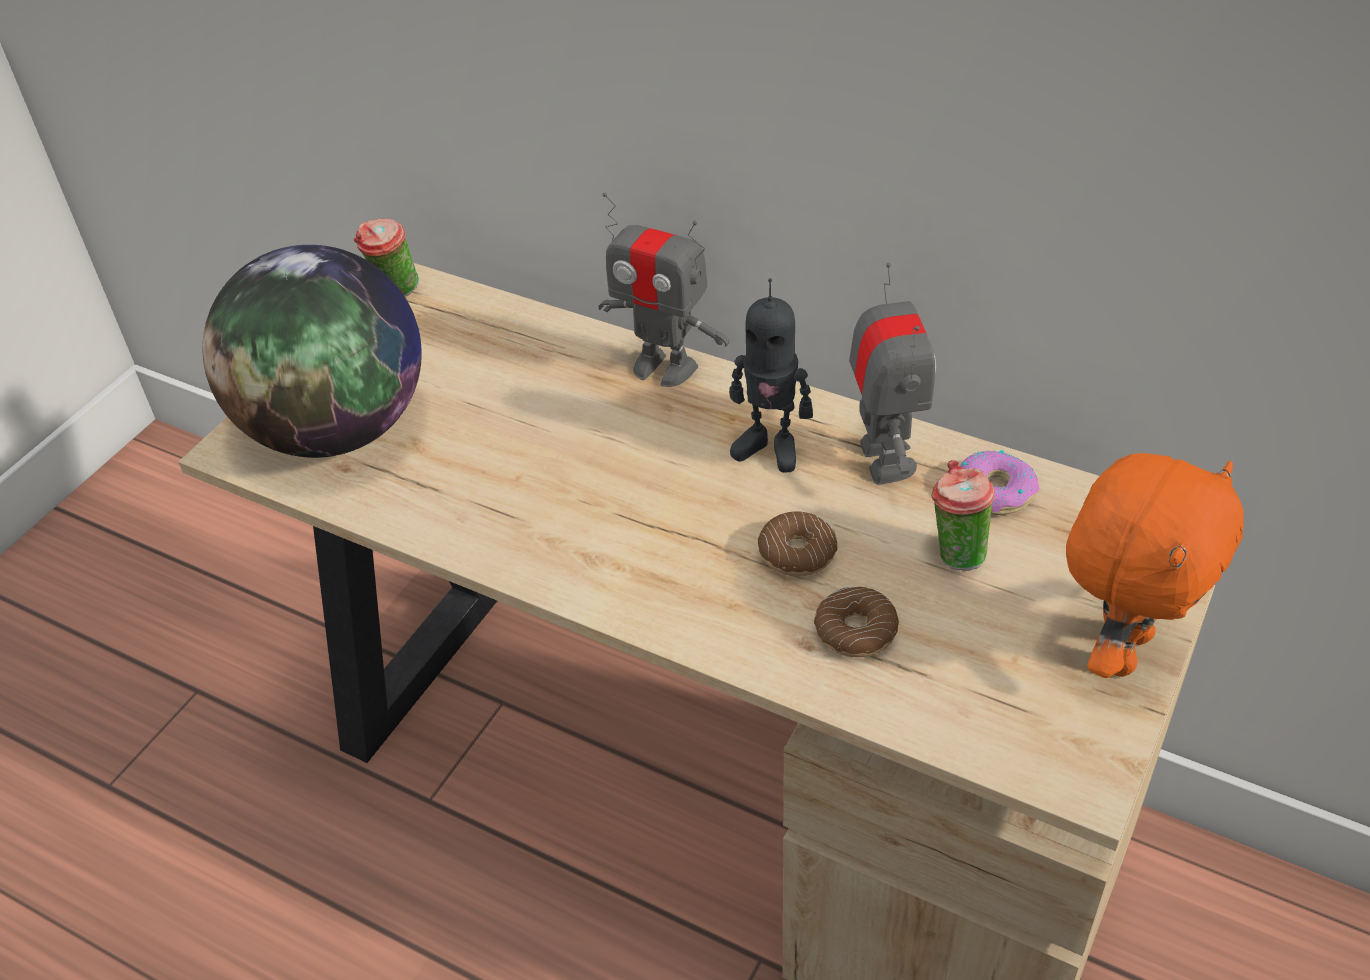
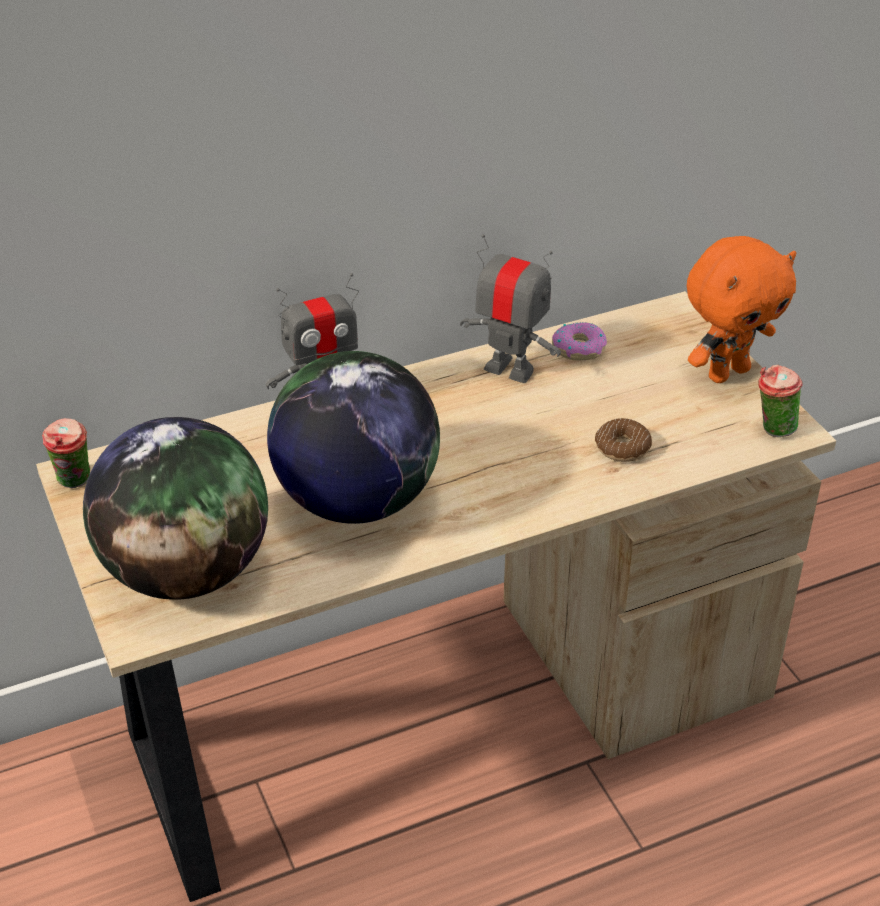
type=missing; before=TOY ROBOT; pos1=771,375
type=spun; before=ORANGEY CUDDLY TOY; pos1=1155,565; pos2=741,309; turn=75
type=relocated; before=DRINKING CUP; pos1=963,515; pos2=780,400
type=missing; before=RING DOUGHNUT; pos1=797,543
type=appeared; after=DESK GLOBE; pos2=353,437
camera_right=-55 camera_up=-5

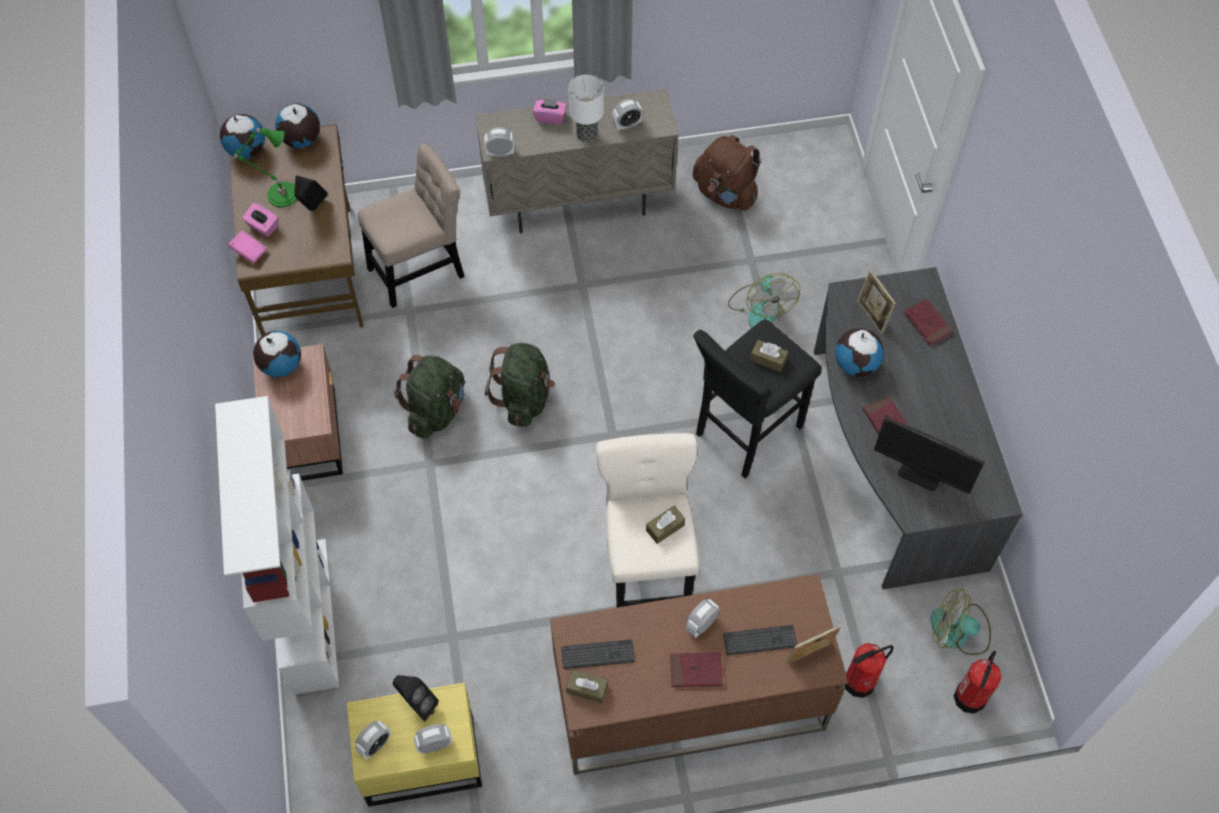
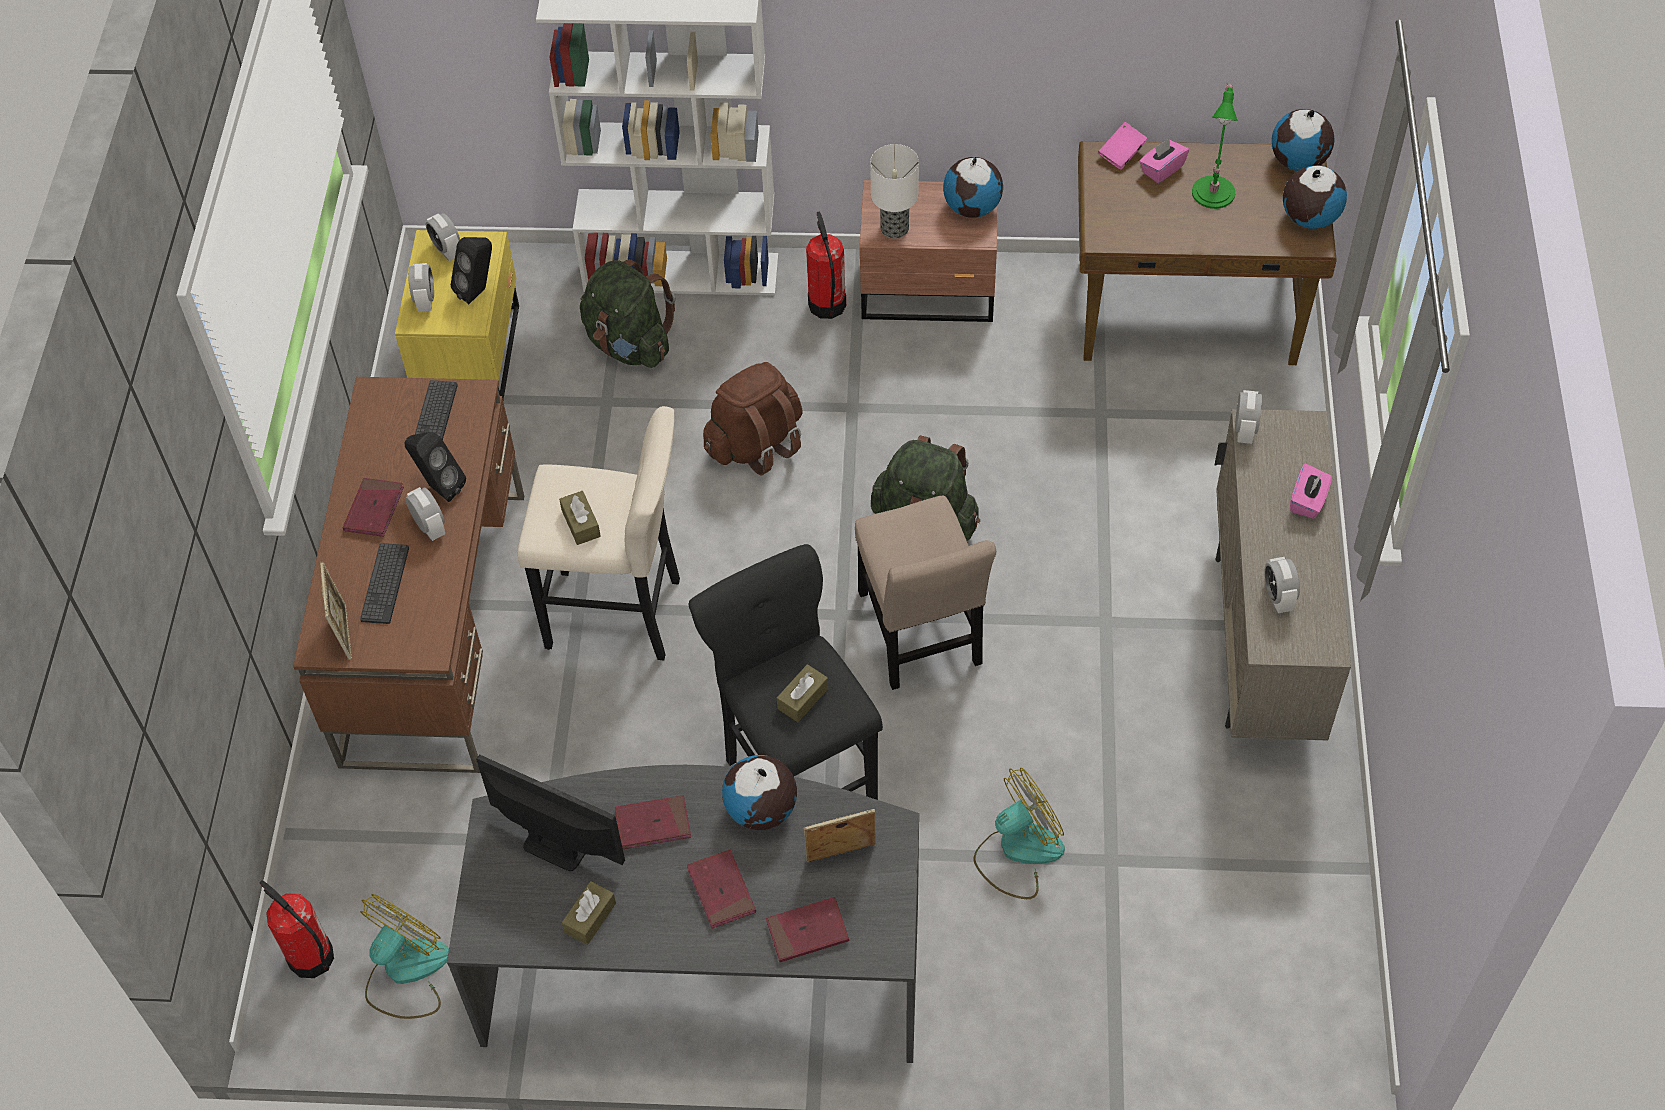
type=relocated; before=LAMP FOR A TABLE; pos1=586,109; pos2=894,191
type=relocated; before=BROWN-COLOURED RUCKSACK; pos1=727,173; pos2=753,418
type=relocated; before=BEIGE-COLOURED UPRIGHT CHAIR; pos1=411,225; pos2=925,593
type=relocated; before=BLACKISH LOUDSPEAKER; pos1=311,193; pos2=435,467
type=spun; before=COOLING FAN; pos1=764,300; pos2=1019,833; turn=150
type=relocated; before=GREEN-COLOURED RUCKSACK; pos1=429,397; pos2=627,313
type=spun; before=COMPUTER DISPLAY; pos1=929,455; pos2=550,813; turn=75
type=relocated; before=FIRE-FIGHTING CYLINDER; pos1=869,670; pos2=826,265
type=relocated; before=BROWN-COLOURED BOX OF TISSUES; pos1=587,686; pos2=589,913
type=appeared; after=RED-COLOURED BOUND BOOK; pos2=721,889
camera_right=105 camera_up=-5

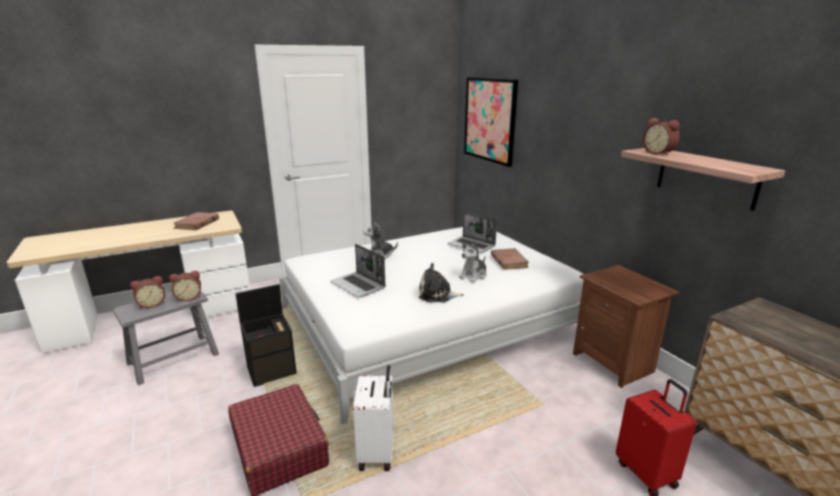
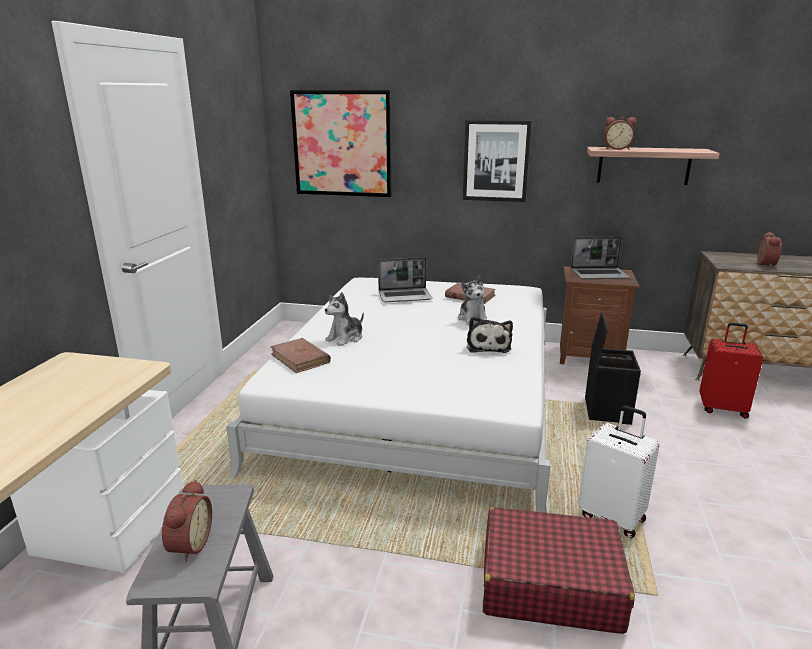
type=relocated; before=BROWN-COLOURED BOUND BOOK; pos1=196,221; pos2=300,355
type=relocated; before=NOTEBOOK COMPUTER; pos1=358,271; pos2=600,257
type=spun; before=CUDDLY TOY; pos1=441,283; pos2=490,334; turn=-45
type=relocated; before=TABLE CLOCK; pos1=185,286; pos2=769,250
type=relocated; before=BLACKISH STORAGE BOX; pos1=266,335; pos2=613,368
type=appeared; after=PICTURE; pos2=497,161
camera_right=-50 camera_up=0

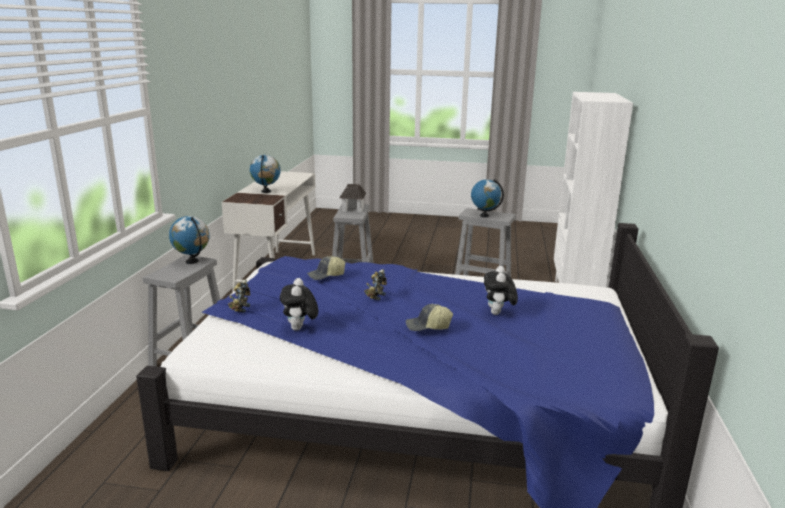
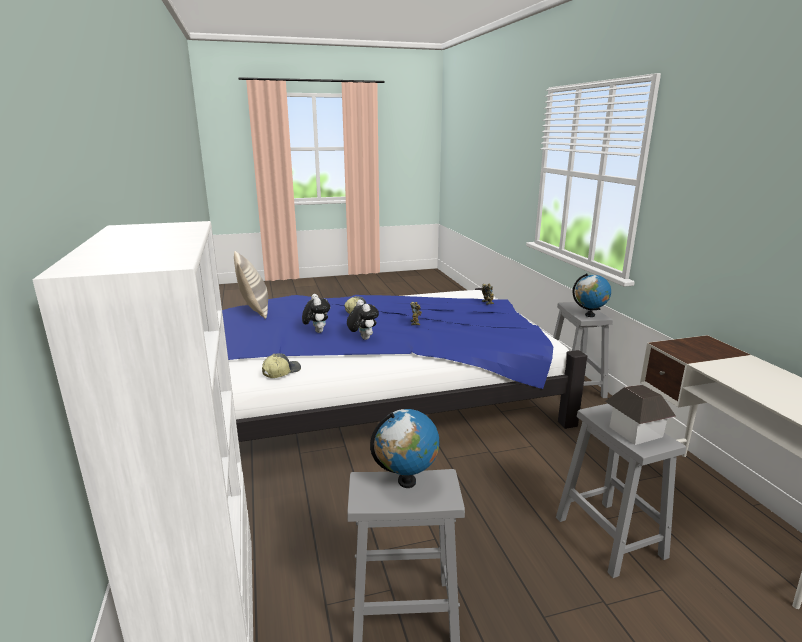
type=missing; before=DESK GLOBE; pos1=265,174
type=relocated; before=PEAKED CAP; pos1=326,268; pos2=281,365
type=relocated; before=CUDDLY TOY; pos1=299,304; pos2=363,320
type=appeared; after=PILLOW; pos2=251,285
camera_right=155 camera_up=0

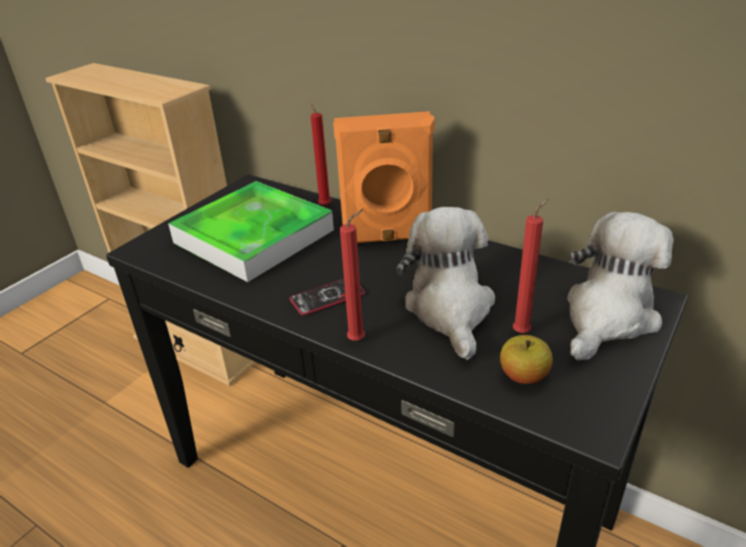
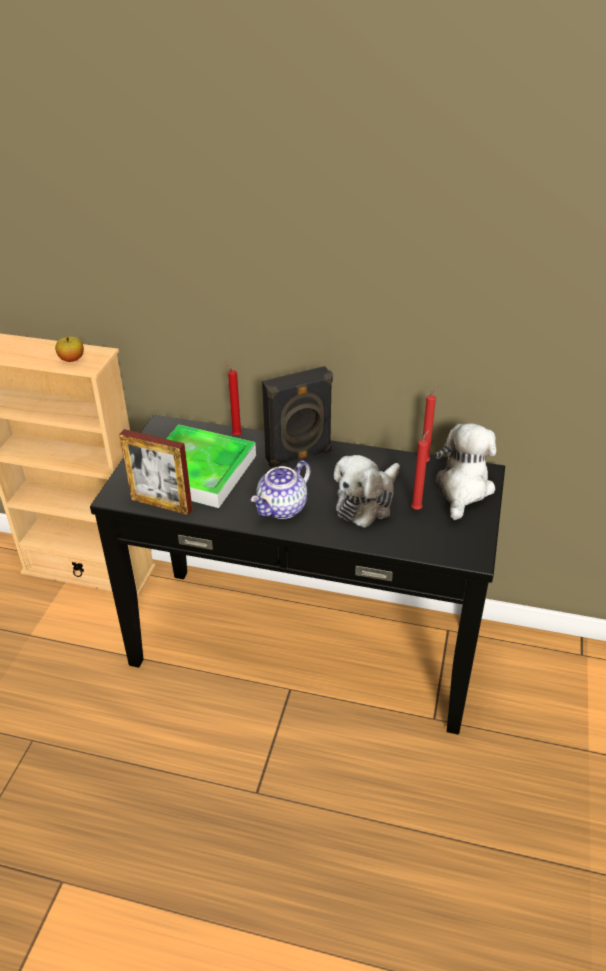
type=colour; before=ORANGEY LOUDSPEAKER; after=BLACKISH LOUDSPEAKER; pos1=384,177; pos2=297,416
type=spun; before=CUDDLY TOY; pos1=446,283; pos2=367,491; turn=-120
type=relocated; before=RED-COLOURED WAX LIGHT; pos1=352,275; pos2=430,424
type=exchanged; before=PHONE; after=TEA POT; pos1=327,297; pos2=280,489
type=relocated; before=WHOLE APPLE; pos1=526,359; pos2=69,349
type=appeared; after=PICTURE FRAME; pos2=156,472
camera_right=-20 camera_up=5

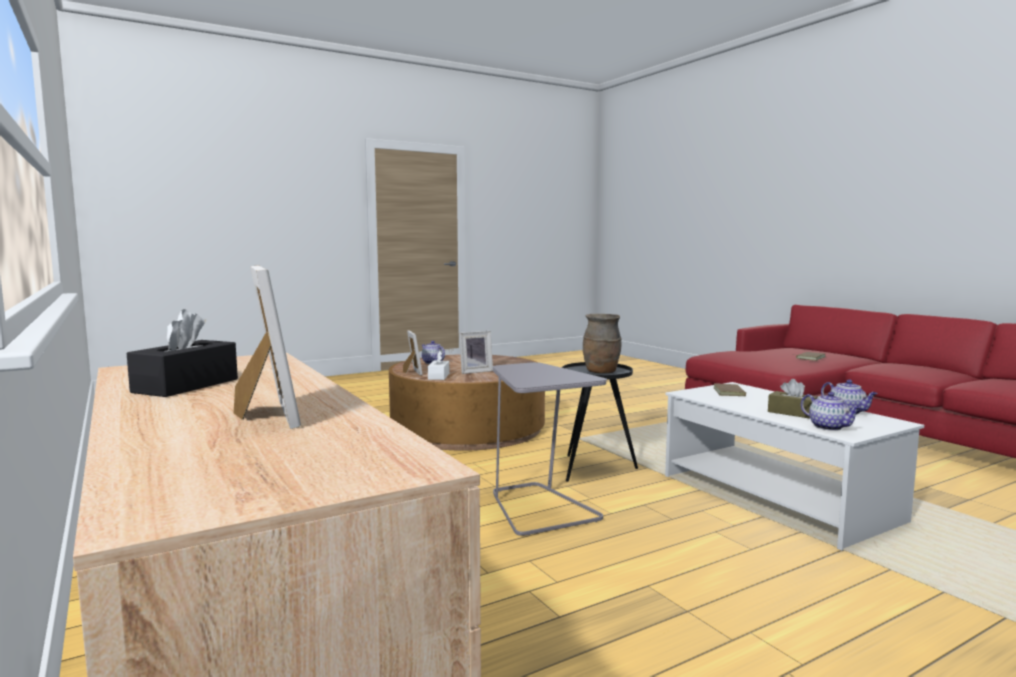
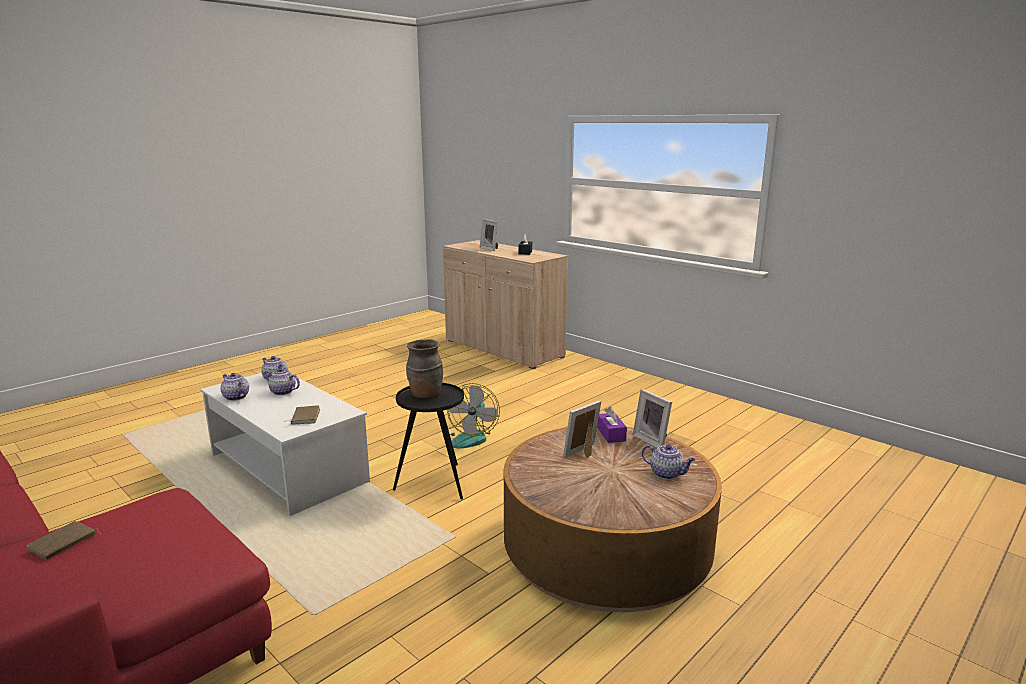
type=colour; before=WHITE-COLOURED BOX OF TISSUES; after=PURPLE BOX OF TISSUES; pos1=438,365; pos2=612,424
type=exchanged; before=GREY ACCENT TABLE; after=COOLING FAN; pos1=550,449; pos2=473,415
type=exchanged; before=BROWN-COLOURED BOX OF TISSUES; after=TEA POT; pos1=792,399; pos2=281,381
camera_right=165 camera_up=10

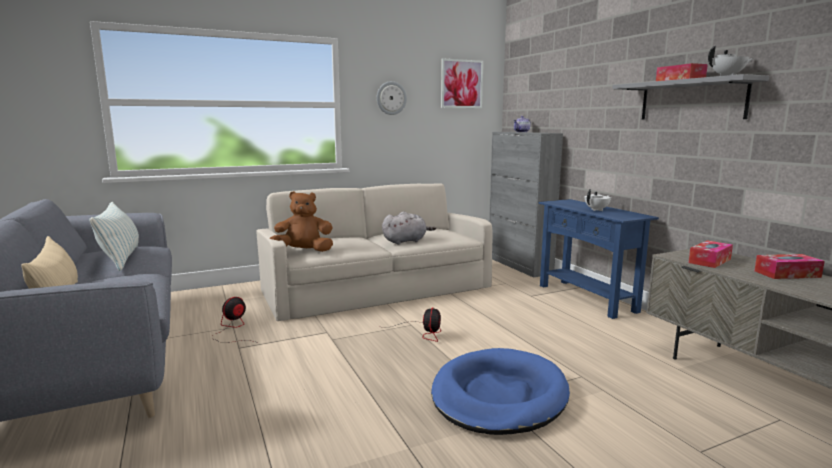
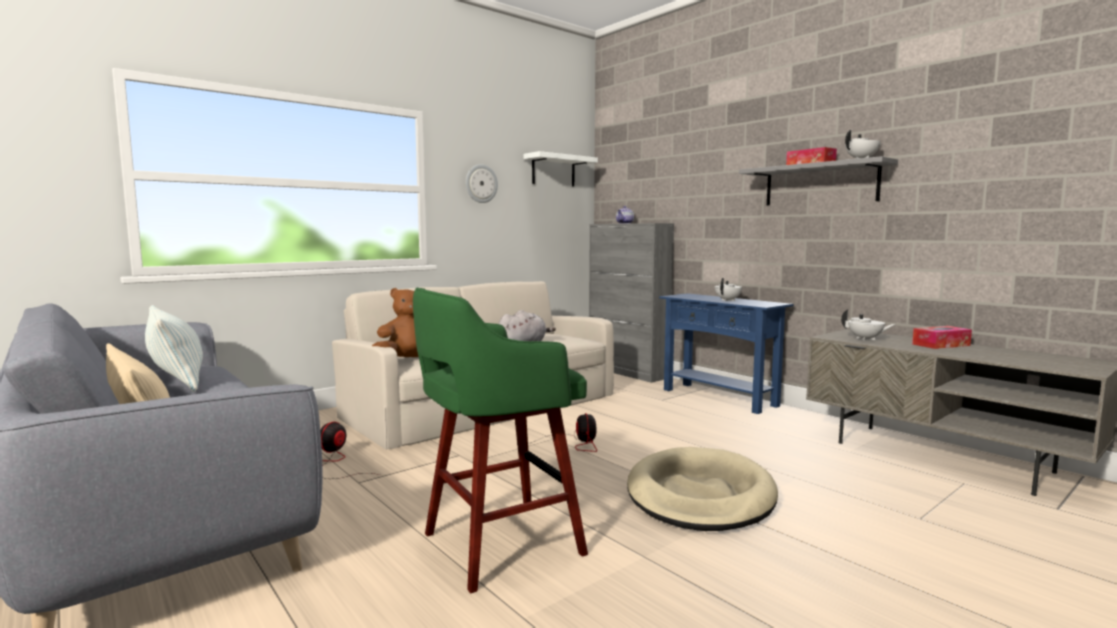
type=exchanged; before=PICTURE; after=WHITE-COLOURED SHELF; pos1=462,83; pos2=561,169
type=exchanged; before=BOX OF TISSUES; after=WHITE-COLOURED TEA POT; pos1=710,254; pos2=868,325
type=colour; before=BLUISH DOG CUSHION; after=BEIGE-COLOURED DOG CUSHION; pos1=500,391; pos2=702,489
type=appeared; after=GREEN-COLOURED STOOL; pos2=500,440
camera_right=-15 camera_up=-5

